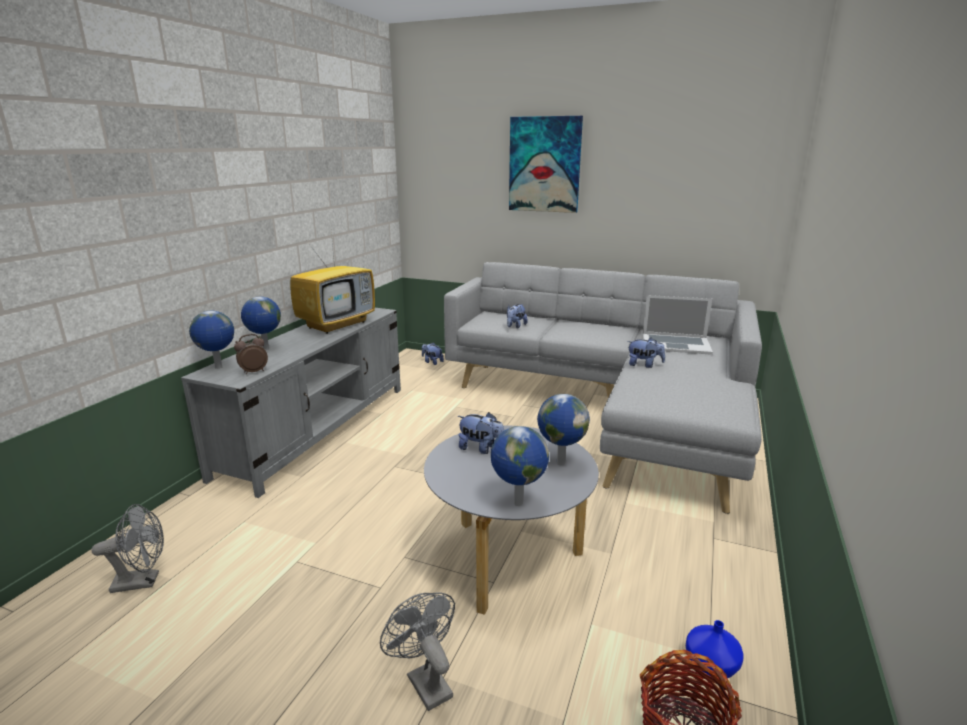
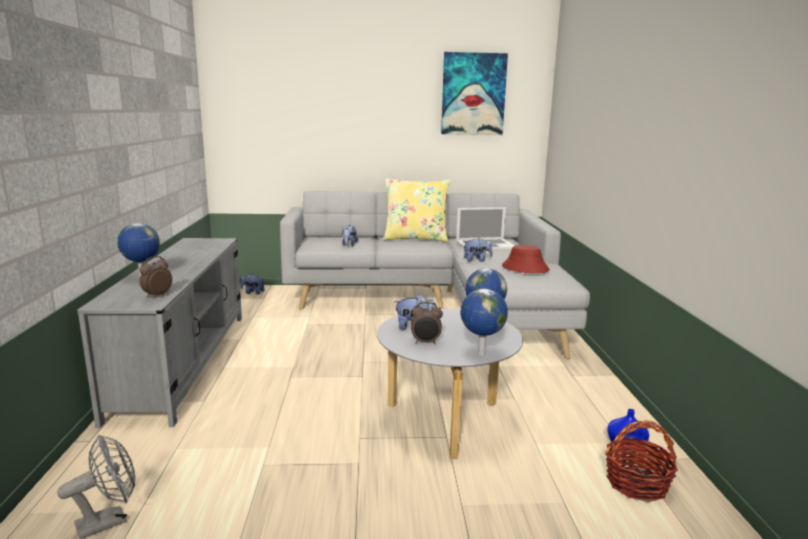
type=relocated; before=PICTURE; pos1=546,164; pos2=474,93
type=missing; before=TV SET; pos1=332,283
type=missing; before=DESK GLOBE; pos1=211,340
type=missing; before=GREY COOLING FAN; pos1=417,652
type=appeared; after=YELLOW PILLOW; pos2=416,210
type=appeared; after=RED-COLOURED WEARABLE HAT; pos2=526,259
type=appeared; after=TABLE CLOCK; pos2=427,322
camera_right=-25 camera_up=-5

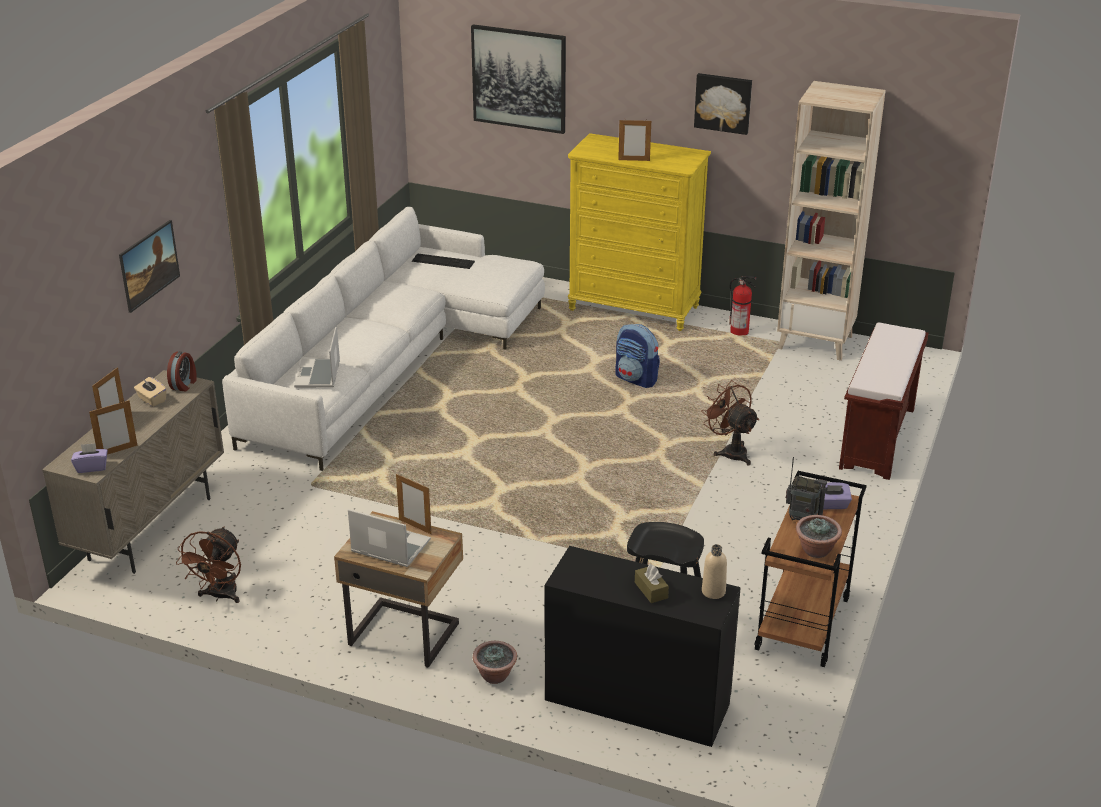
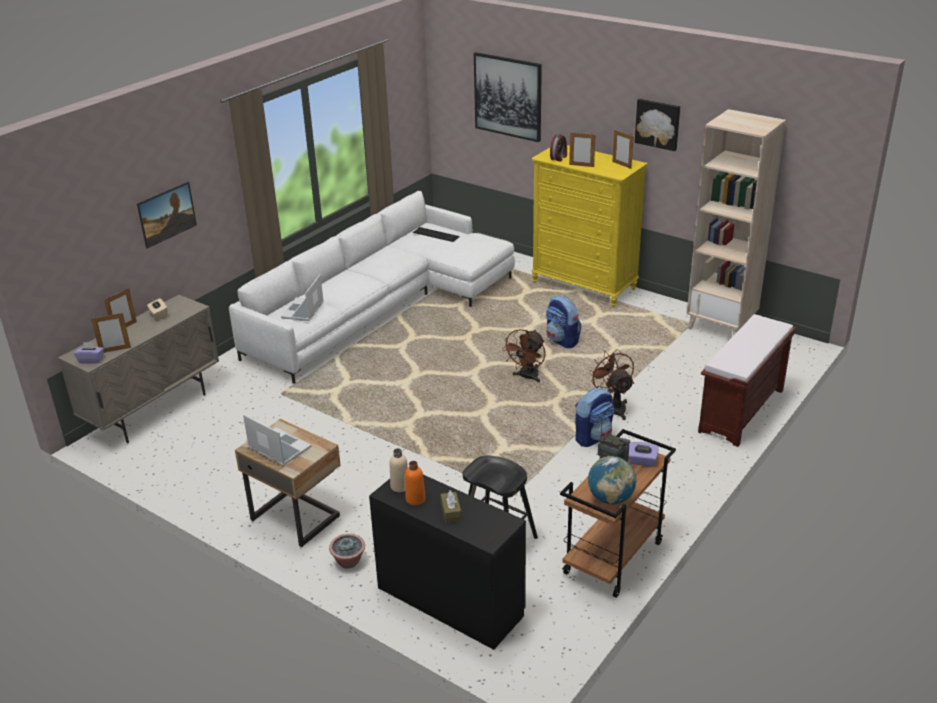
type=missing; before=FIRE-FIGHTING CYLINDER; pos1=743,305
type=relocated; before=TABLE CLOCK; pos1=182,371; pos2=558,147
type=relocated; before=PICTURE FRAME; pos1=413,504; pos2=622,149
type=exchanged; before=HOUSEPLANT; after=DESK GLOBE; pos1=819,536; pos2=612,480
type=relocated; before=BROWN-COLOURED COOLING FAN; pos1=208,564; pos2=523,355
type=relocated; before=BEIGE-COLOURED BOTTLE; pos1=714,571; pos2=399,470
type=appeared; after=RUCKSACK; pos2=594,417
type=appeared; after=ORANGEY BOTTLE; pos2=415,483
camera_right=15 camera_up=0

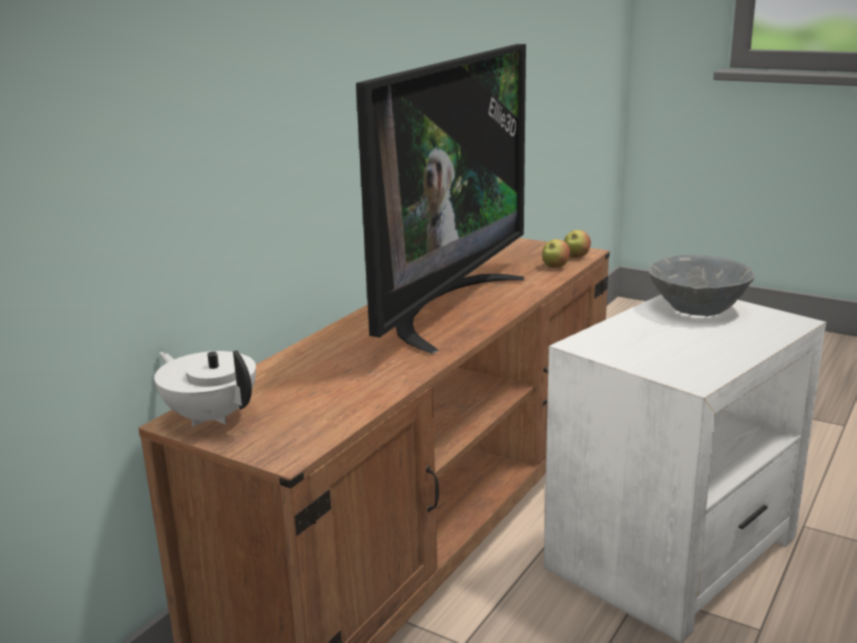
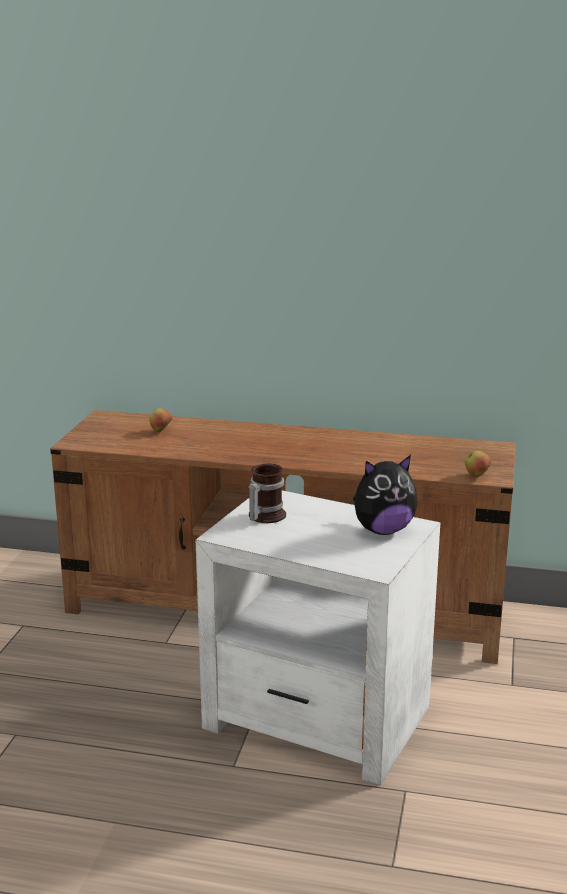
type=missing; before=TV SET; pos1=441,199
type=relocated; before=WHOLE APPLE; pos1=556,253; pos2=160,420
type=exchanged; before=GREY SERVING BOWL; after=CUDDLY TOY; pos1=701,286; pos2=385,495
type=missing; before=WHITE-COLOURED TEA POT; pos1=205,388
type=appeared; after=COFFEE MUG; pos2=267,493
camera_right=70 camera_up=0

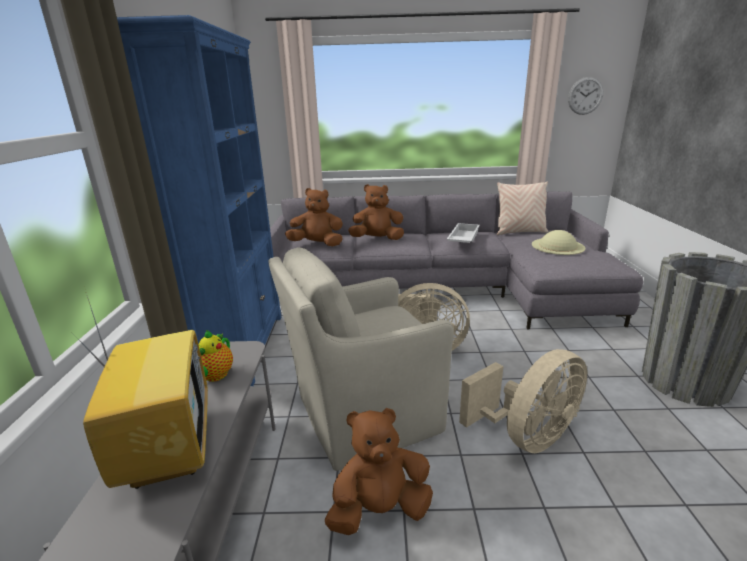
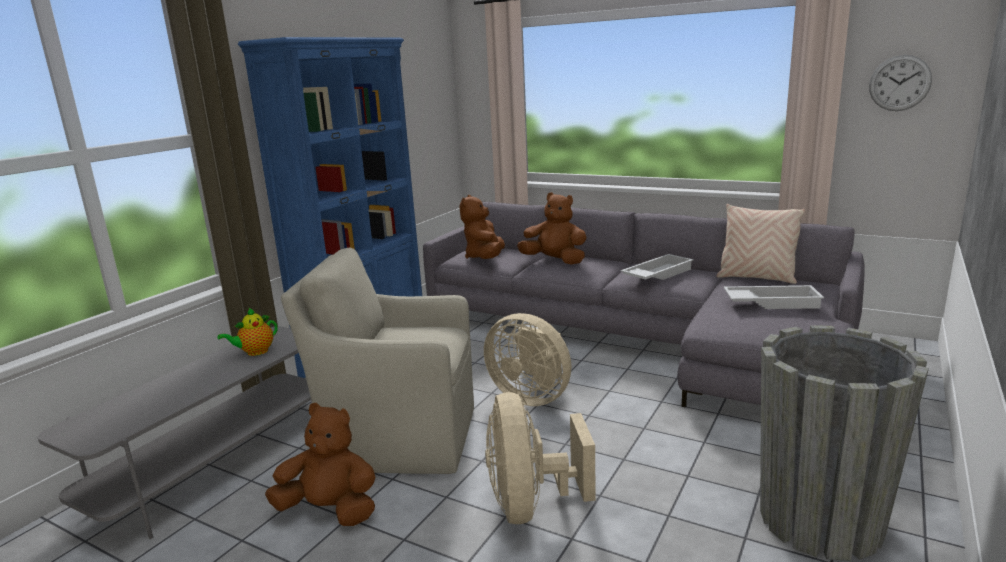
type=spun; before=BROWN-COLOURED CUDDLY TOY; pos1=314,217; pos2=482,227; turn=-120
type=exchanged; before=BEIGE-COLOURED WEARABLE HAT; after=WHITE-COLOURED TRAY; pos1=558,242; pos2=773,297
type=missing; before=TV SET; pos1=141,392
type=spun; before=BEIGE-COLOURED COOLING FAN; pos1=523,401; pos2=540,458; turn=90
camera_right=30 camera_up=-5

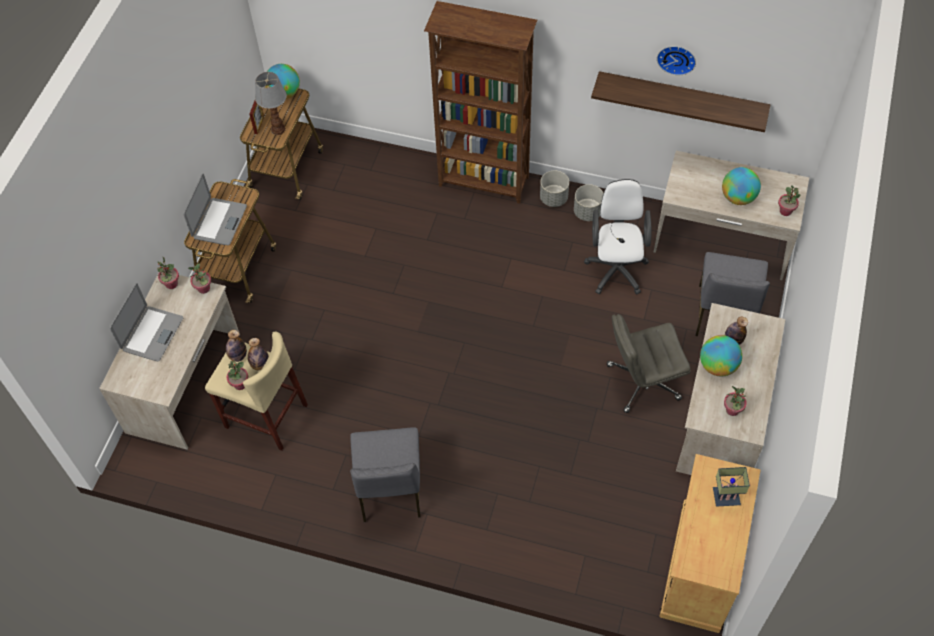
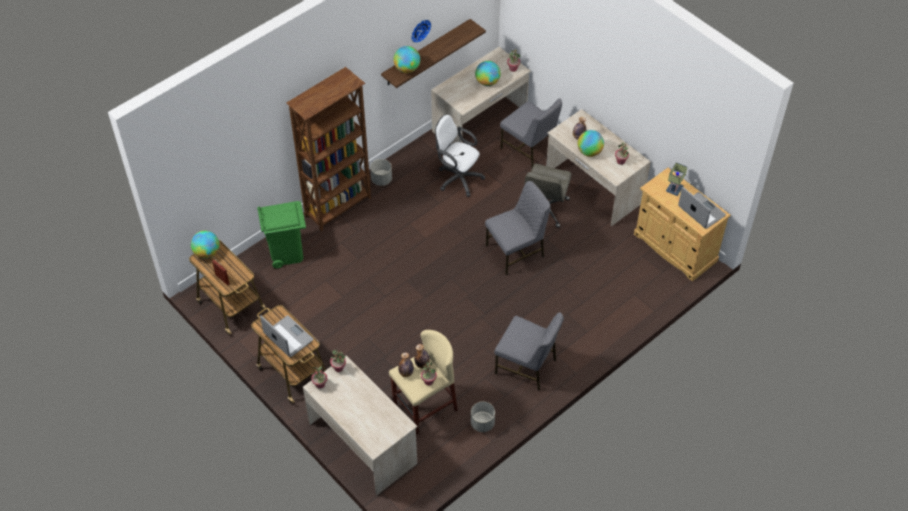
type=missing; before=LAMP FOR A TABLE; pos1=271,103
type=relocated; before=GREY FLOWER POT; pos1=588,202; pos2=483,416
type=relocated; before=NOTEBOOK COMPUTER; pos1=146,322; pos2=702,208
type=appeared; after=DESK GLOBE; pos2=406,59
type=appeared; after=GREY UPRIGHT CHAIR; pos2=518,228
type=appeared; after=GREEN-COLOURED TRASH CAN; pos2=281,234
camera_right=-60 camera_up=-5

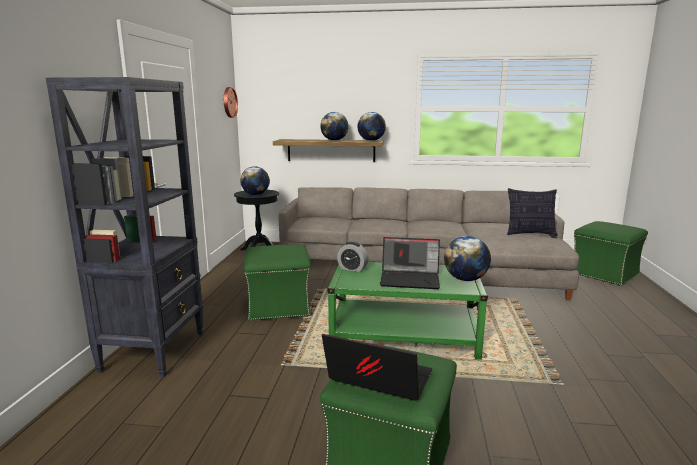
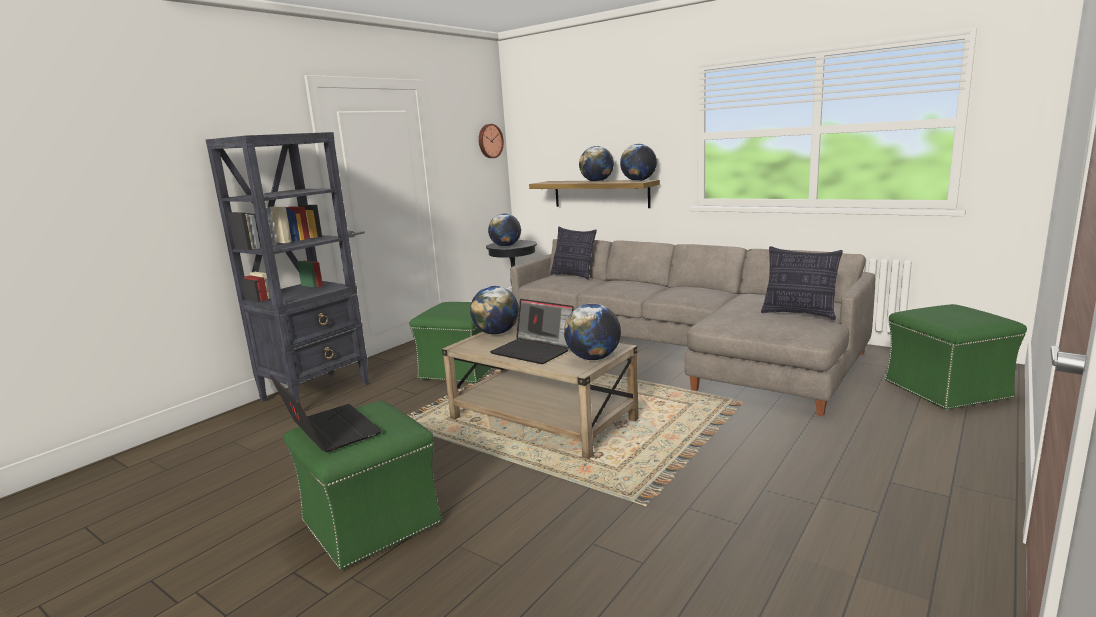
type=exchanged; before=TABLE CLOCK; after=DESK GLOBE; pos1=352,257; pos2=494,310
type=colour; before=GREEN-COLOURED LOW TABLE; after=BEIGE-COLOURED LOW TABLE; pos1=407,311; pos2=540,392
type=appeared; after=PILLOW; pos2=573,253
camera_right=30 camera_up=0

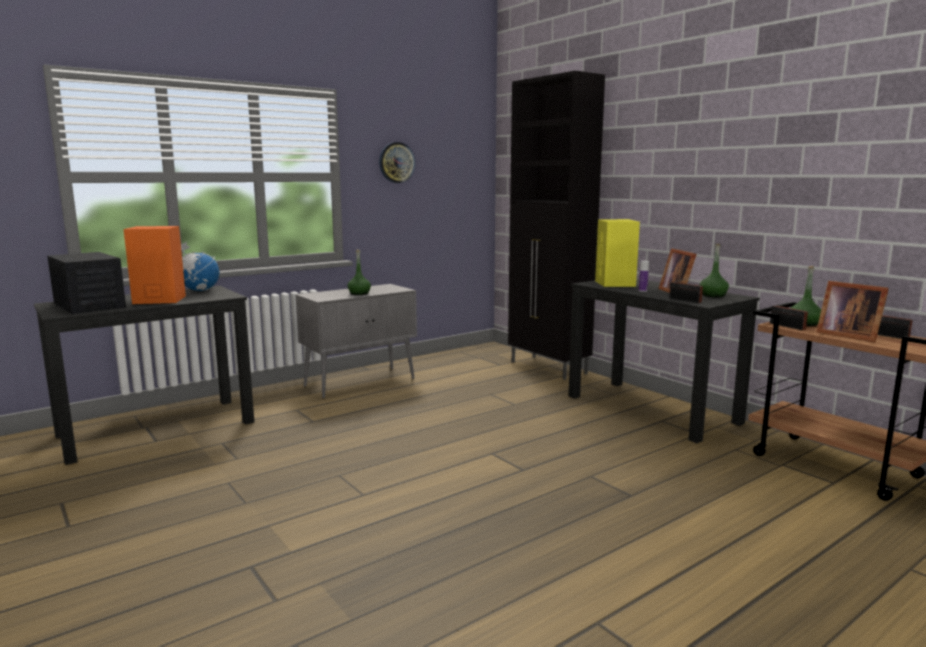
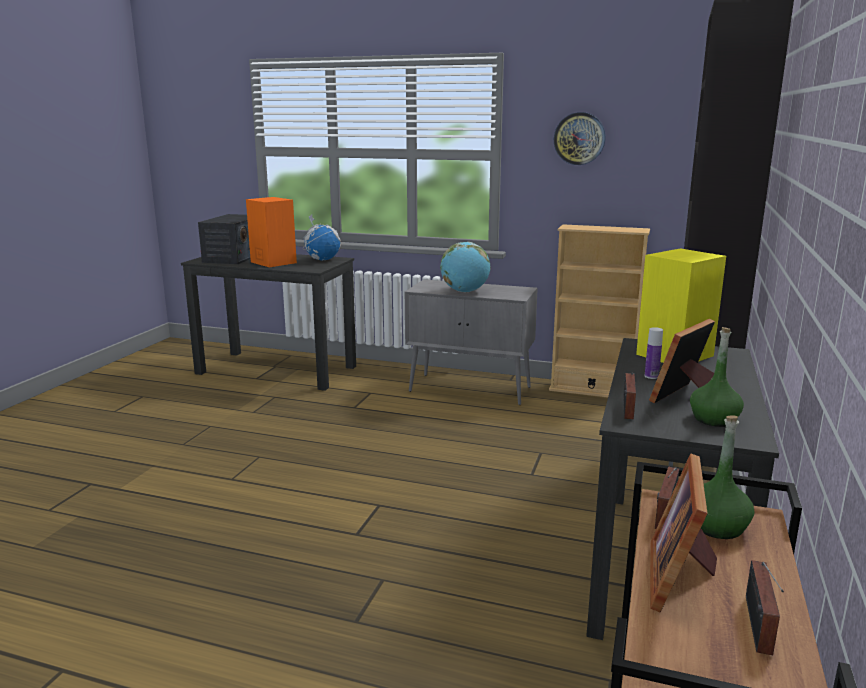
type=exchanged; before=GREEN-COLOURED BOTTLE; after=DESK GLOBE; pos1=359,272; pos2=465,267
type=appeared; after=BEIGE-COLOURED BOOKCASE; pos2=599,311
camera_right=55 camera_up=5

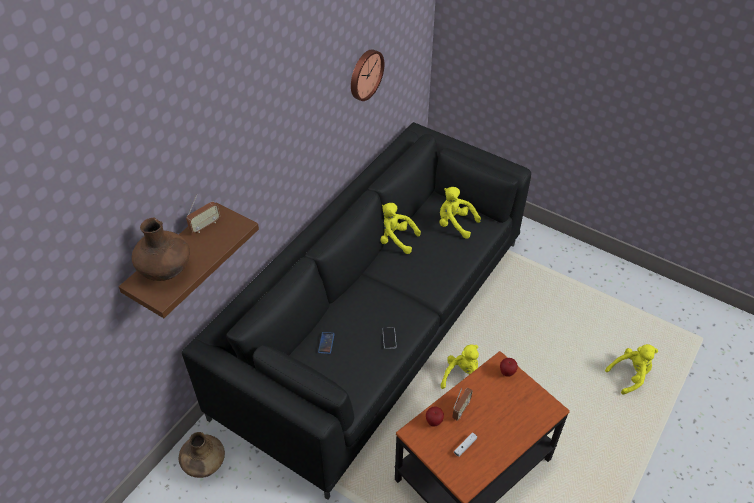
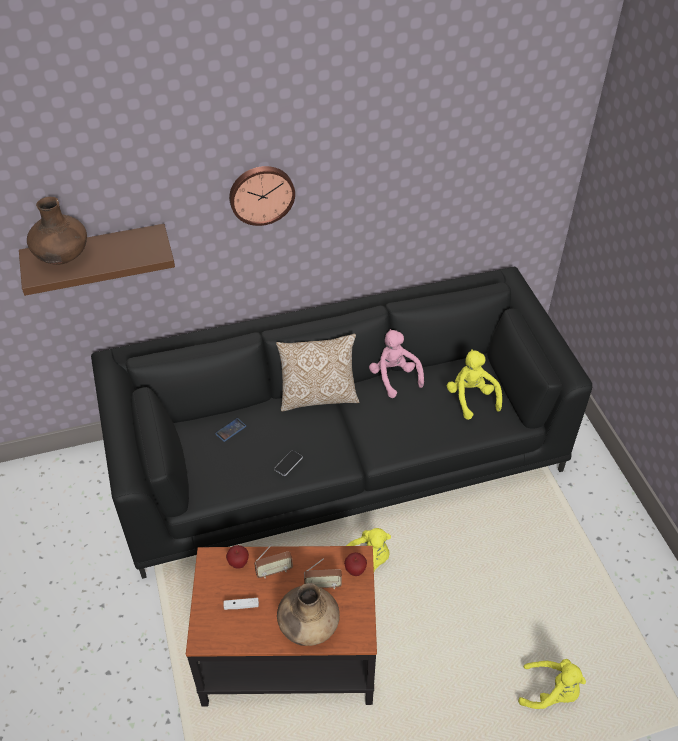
type=relocated; before=CLOCK ON THE WALL; pos1=367,75; pos2=262,196
type=relocated; before=RADIO; pos1=203,213; pos2=323,574
type=colour; before=YELLOW CUDDLY TOY; after=PINK CUDDLY TOY; pos1=401,228; pos2=396,363
type=relocated; before=BROWN-COLOURED VASE; pos1=202,455; pos2=308,614
type=appeared; after=PILLOW; pos2=317,373
camera_right=40 camera_up=0

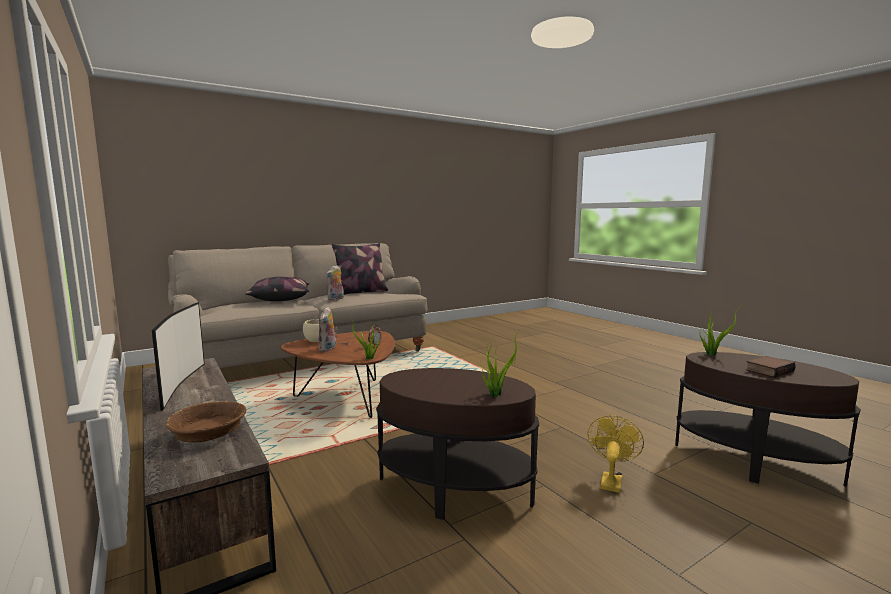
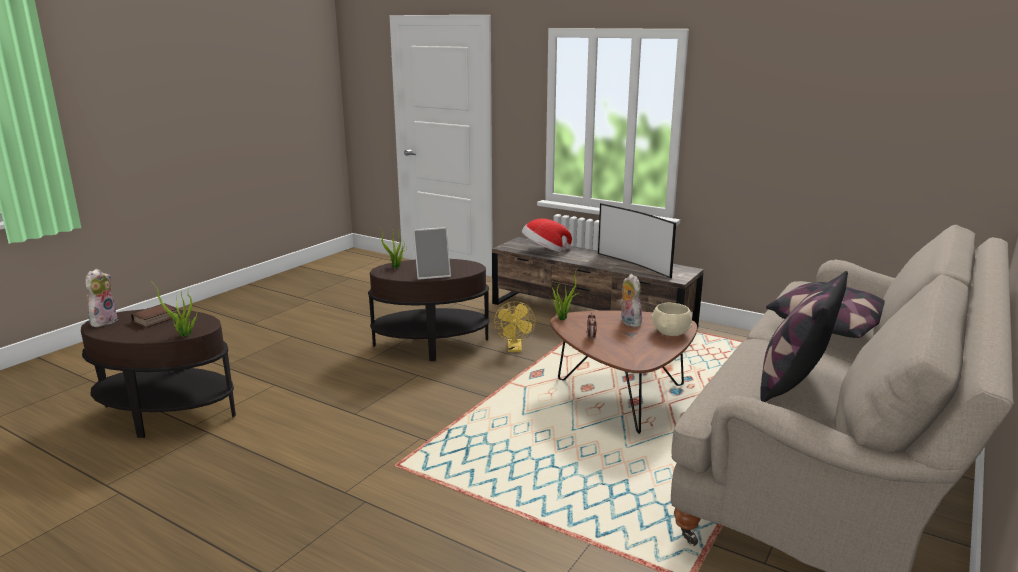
type=relocated; before=CUDDLY TOY; pos1=334,282; pos2=101,298
type=exchanged; before=BROWN-COLOURED SERVING BOWL; after=WEARABLE HAT; pos1=206,421; pos2=547,235
type=relocated; before=YELLOW COOLING FAN; pos1=615,454; pos2=515,326
type=appeared; after=PICTURE FRAME; pos2=432,253
camera_right=155 camera_up=10

